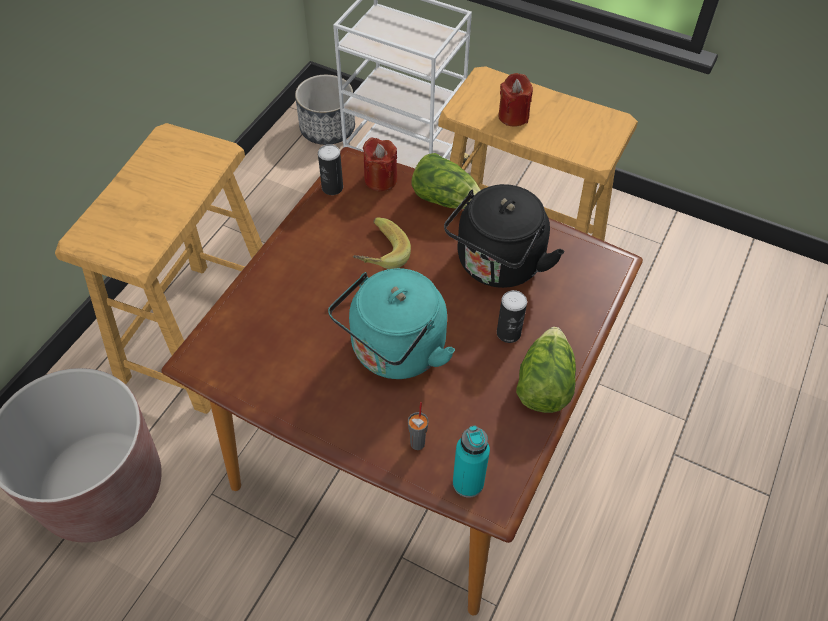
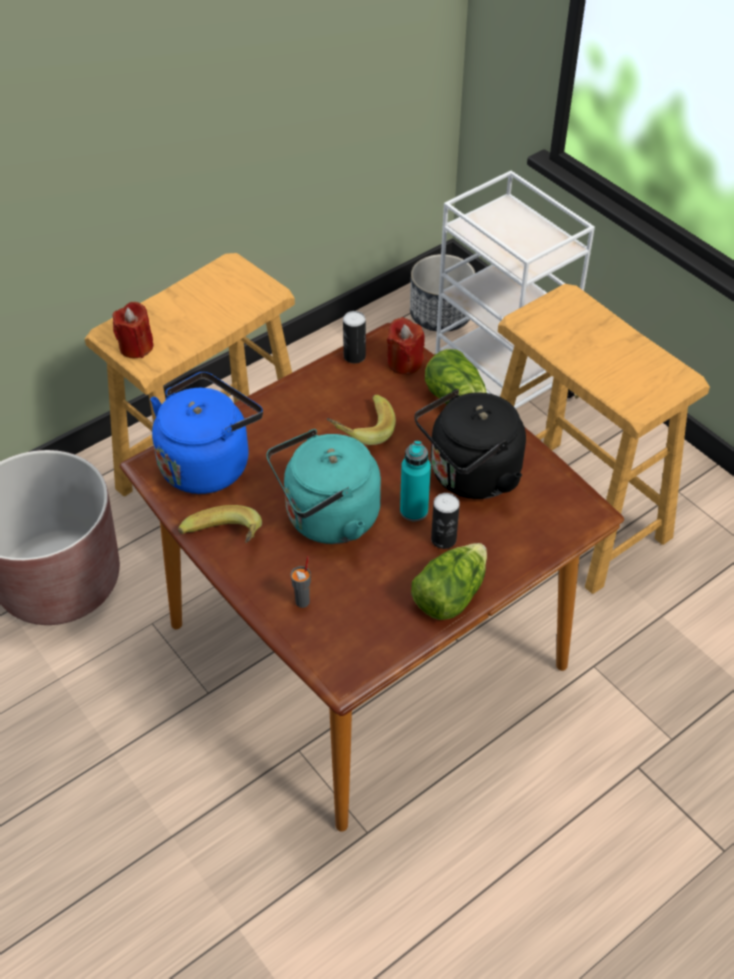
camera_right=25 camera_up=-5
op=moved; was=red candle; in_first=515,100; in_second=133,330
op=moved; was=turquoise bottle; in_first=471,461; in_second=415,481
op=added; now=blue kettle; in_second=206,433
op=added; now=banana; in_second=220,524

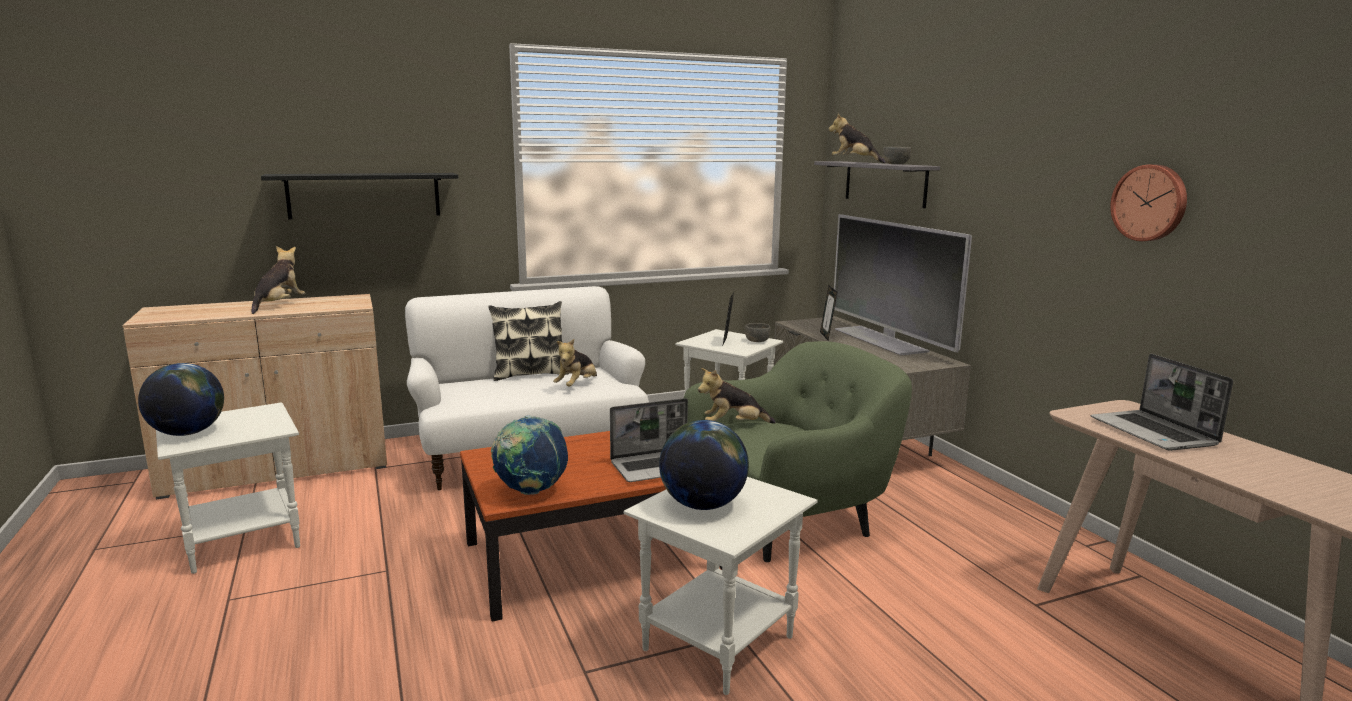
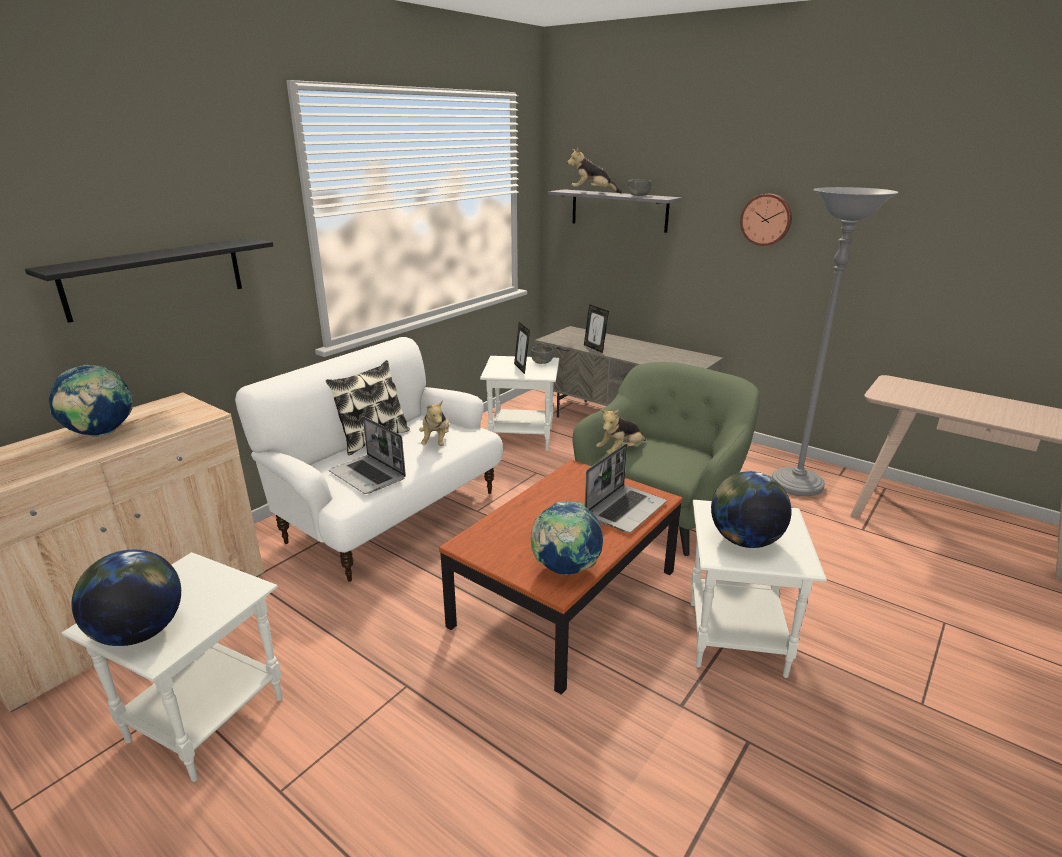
camera_right=-30 camera_up=10
op=moved; was=wall clock; in_first=1148,202; in_second=766,220
op=removed; was=television; in_first=903,284
op=replaced; was=plush toy; now=globe; in_first=278,280; in_second=91,401
op=moved; was=laptop; in_first=1162,402; in_second=367,455
op=added; now=grey floor lamp; in_second=835,341

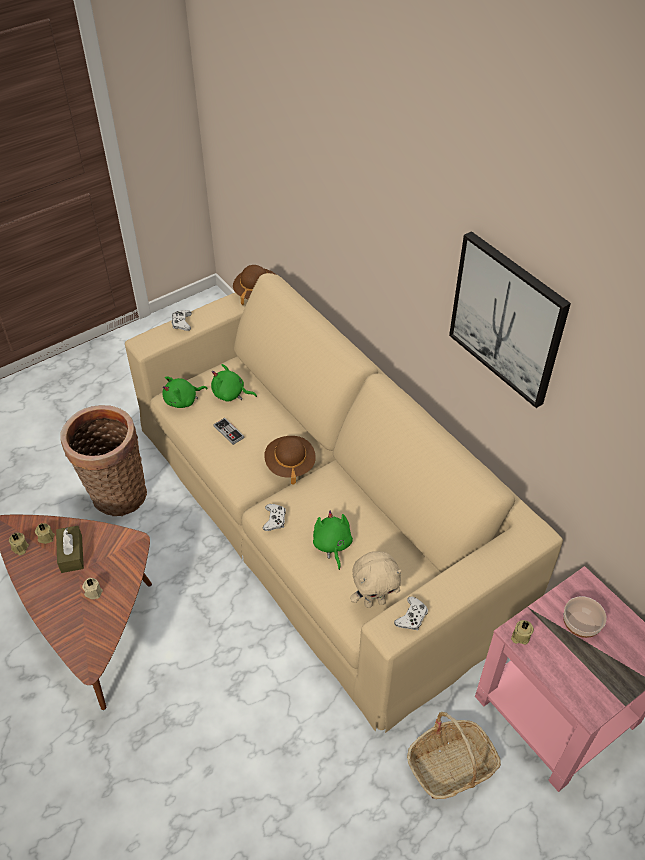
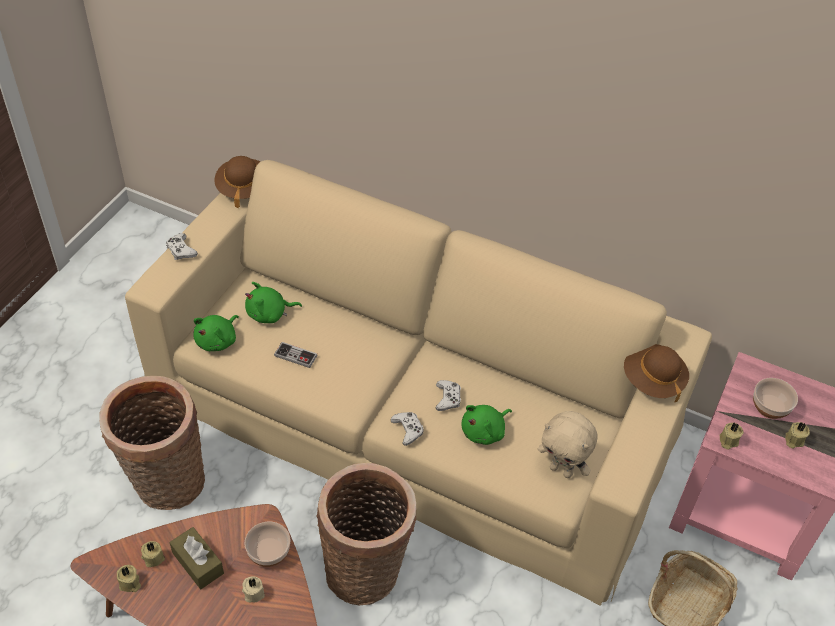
camera_right=-30 camera_up=0
op=removed; was=picture; in_first=510,319
op=moved; was=brown hat; in_first=290,460; in_second=656,373
op=turned; was=green plush toy; in_first=333,540; in_second=486,425; clockwise=-90
op=turned; was=beige plush toy; in_first=376,579; in_second=568,444; clockwise=75
op=moved; was=white game controller; in_first=411,613; in_second=448,395
op=added; now=beige candle; in_second=797,435
op=added; now=basket; in_second=366,534
op=added; now=bowl; in_second=267,544

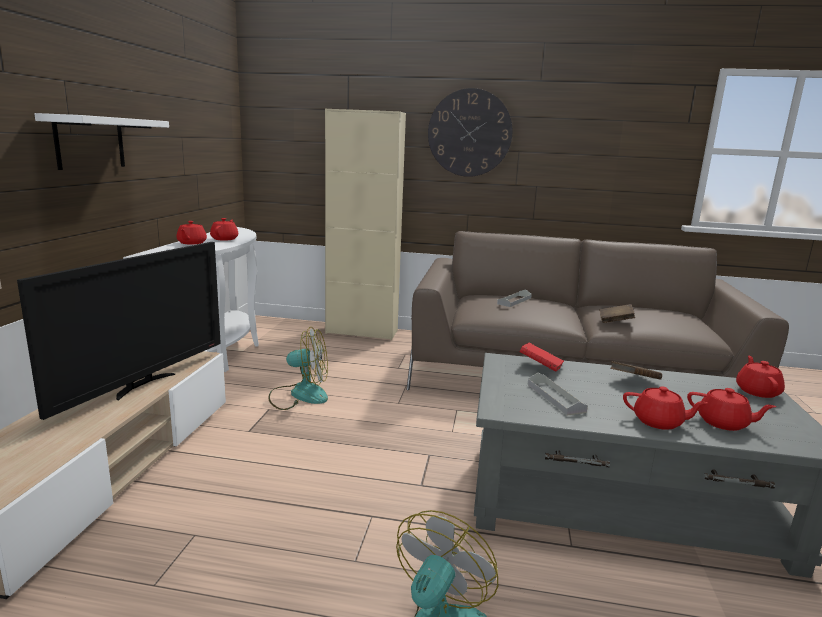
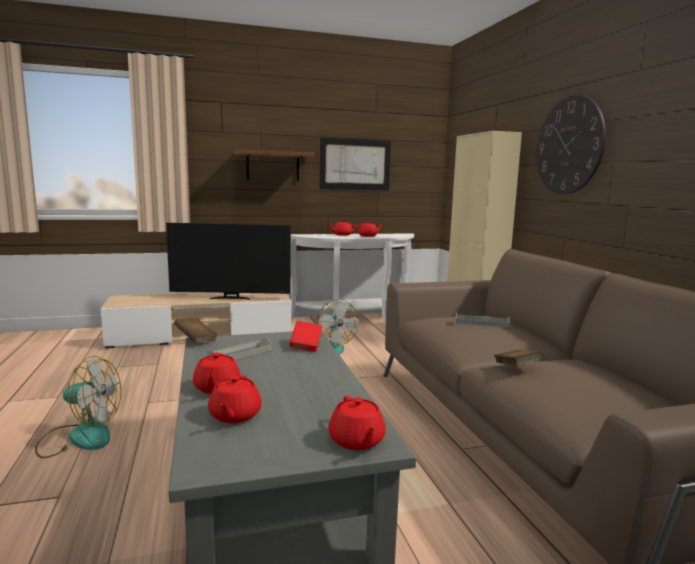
camera_right=65 camera_up=-5
op=recoloured; was=white shelf; now=brown shelf; in_first=101,141; in_second=274,165
op=turned; was=red teapot; in_first=760,376; in_second=357,423; clockwise=90
op=moved; was=brown book; in_first=636,370; in_second=196,330
op=added; now=picture; in_second=355,163

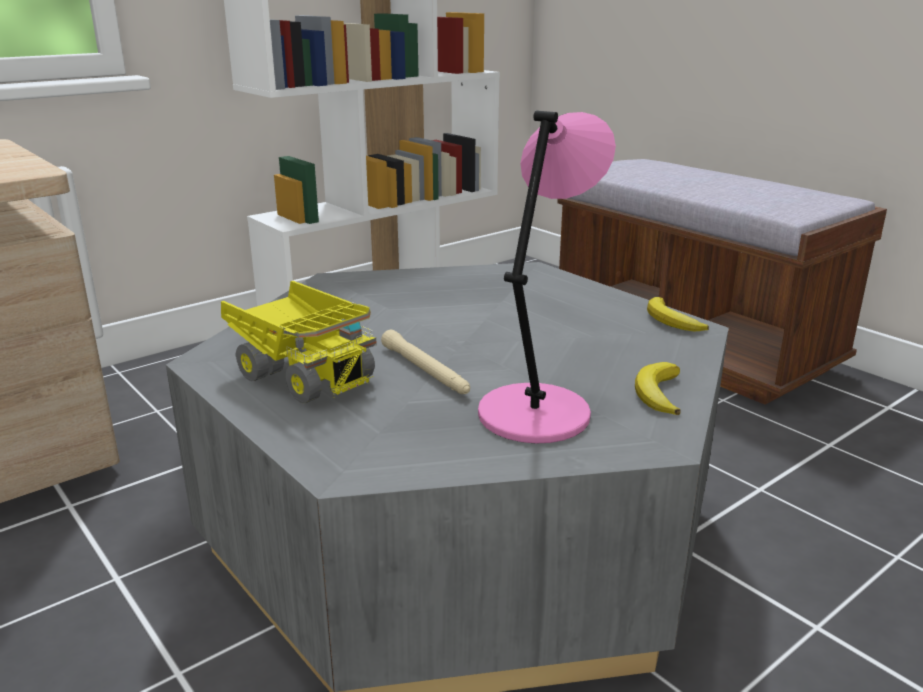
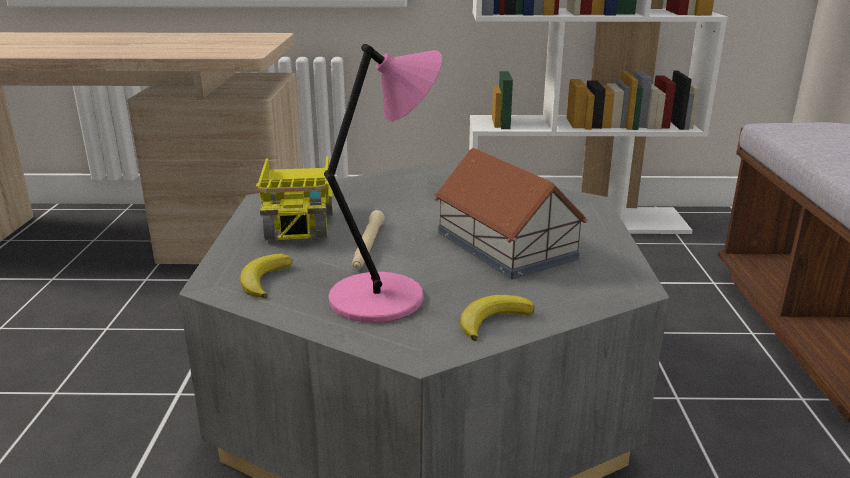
camera_right=40 camera_up=0
op=moved; was=banana; in_first=678,314; in_second=266,276
op=added; now=toy house; in_second=511,213

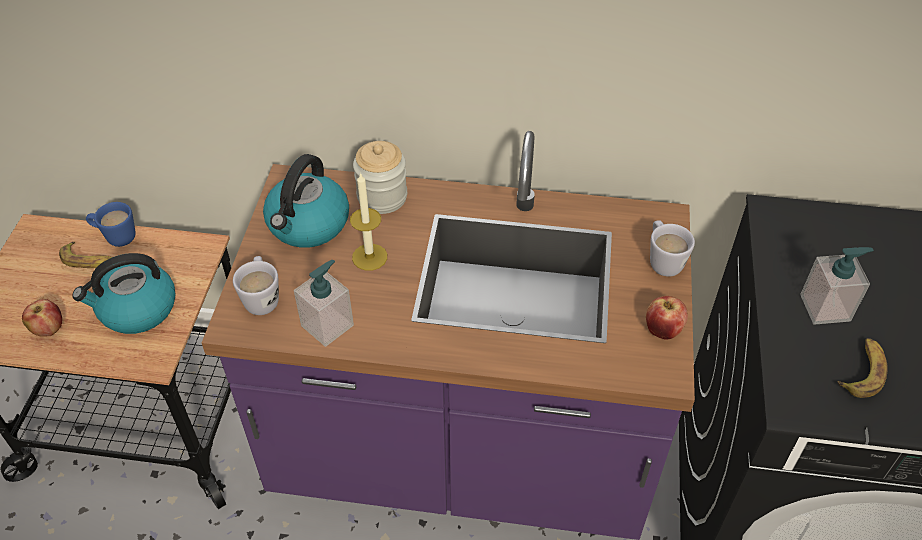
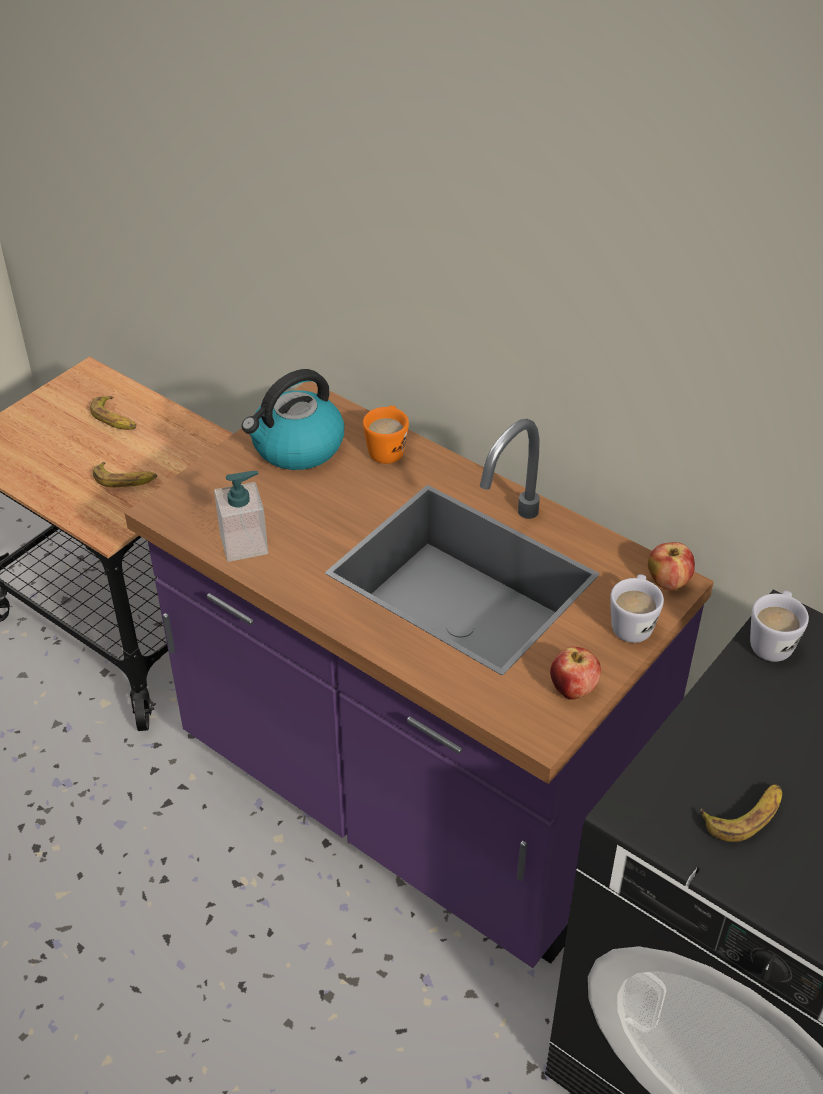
camera_right=30 camera_up=-5
op=replaced; was=jar; now=orange mug; in_first=380,177; in_second=386,435
op=removed; was=candle; in_first=368,221
op=removed; was=blue mug; in_first=110,224
op=removed; was=soap dispenser; in_first=837,286
op=replaced; was=kettle; now=banana; in_first=123,293; in_second=125,474
op=moved; was=white mug; in_first=256,285; in_second=779,626
op=moved; was=apple; in_first=42,318; in_second=671,566

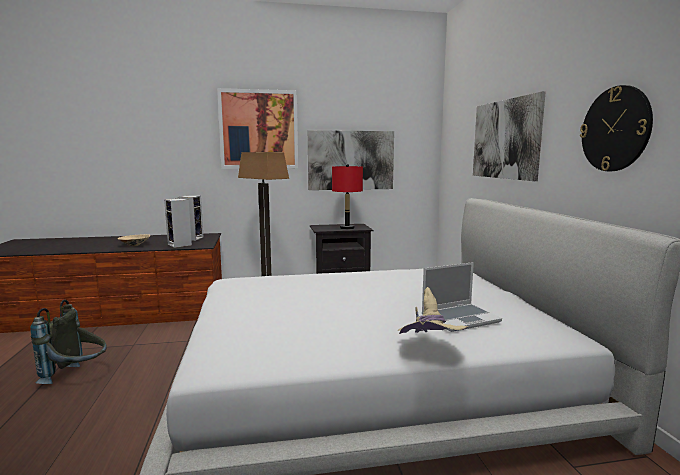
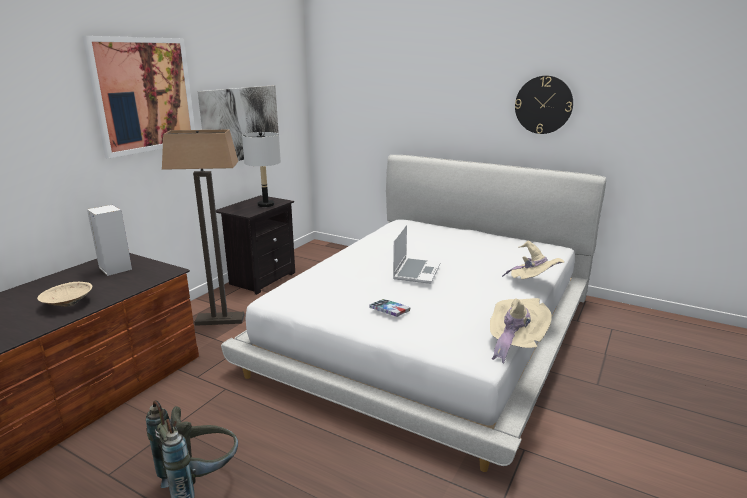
camera_right=-50 camera_up=10
op=removed; was=picture; in_first=509,136
op=recoloured; was=red table lamp; now=grey table lamp; in_first=347,196; in_second=261,169
op=removed; was=speaker; in_first=178,223
op=moved; was=laptop; in_first=461,297; in_second=417,254
op=added; now=beige hat; in_second=521,330
op=added; now=book; in_second=389,308

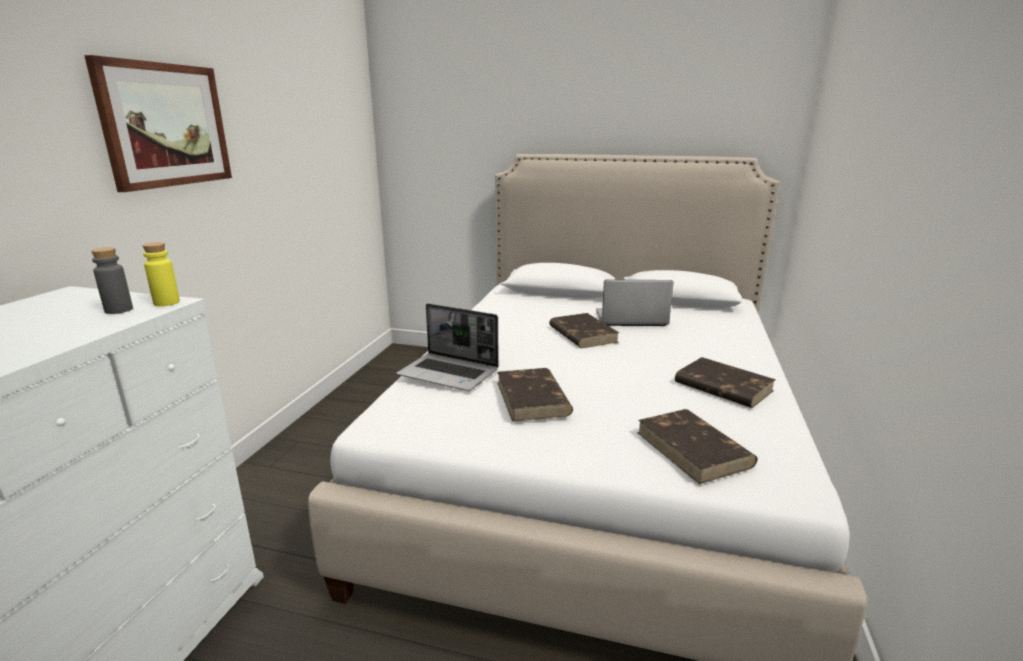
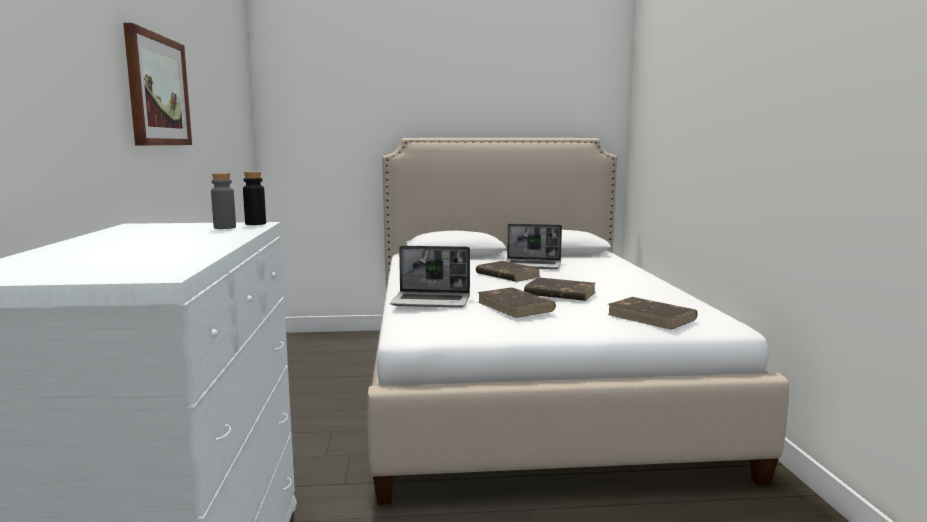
camera_right=-20 camera_up=-10
op=recoloured; was=yellow bottle; now=black bottle; in_first=161,274; in_second=254,198
op=turned; was=laptop; in_first=634,303; in_second=534,246; clockwise=-150
op=moved; was=brown book; in_first=725,382; in_second=560,289

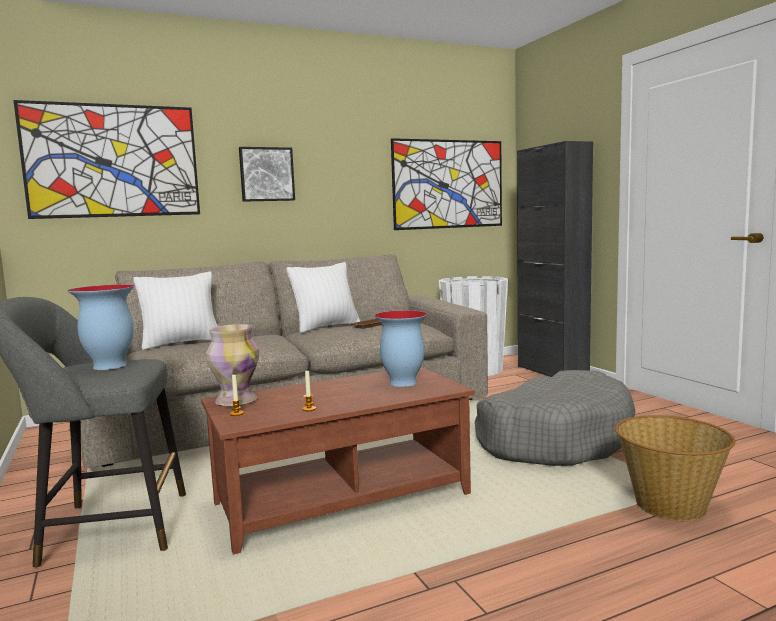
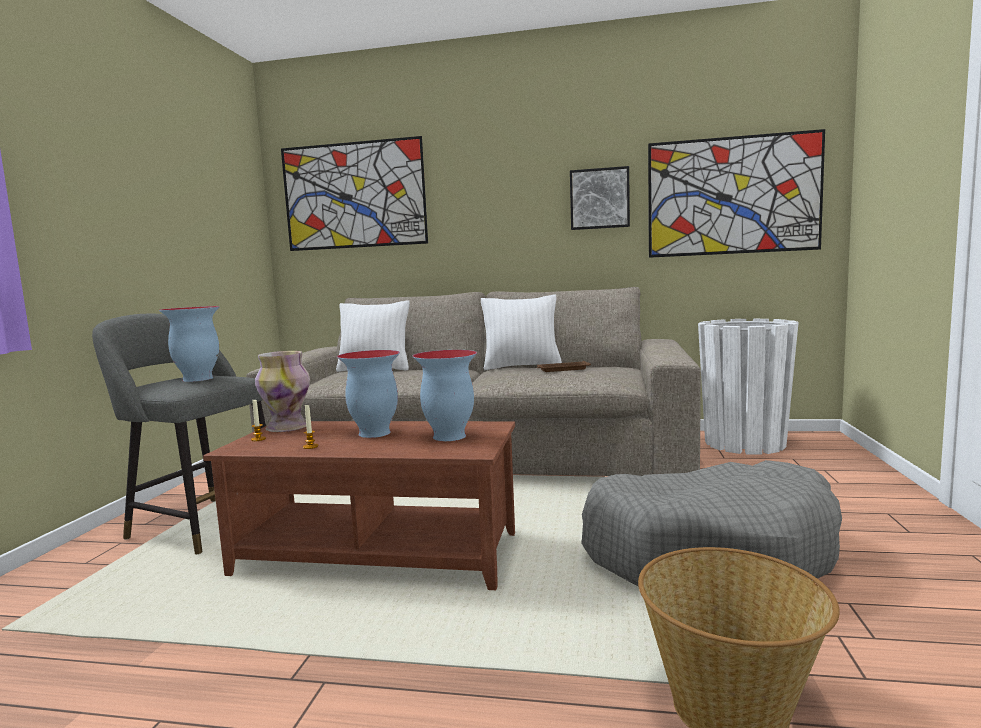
camera_right=35 camera_up=0
op=removed; was=black cabinet; in_first=555,259
op=moved; was=picture; in_first=267,174; in_second=600,198
op=added; now=vase; in_second=368,394

